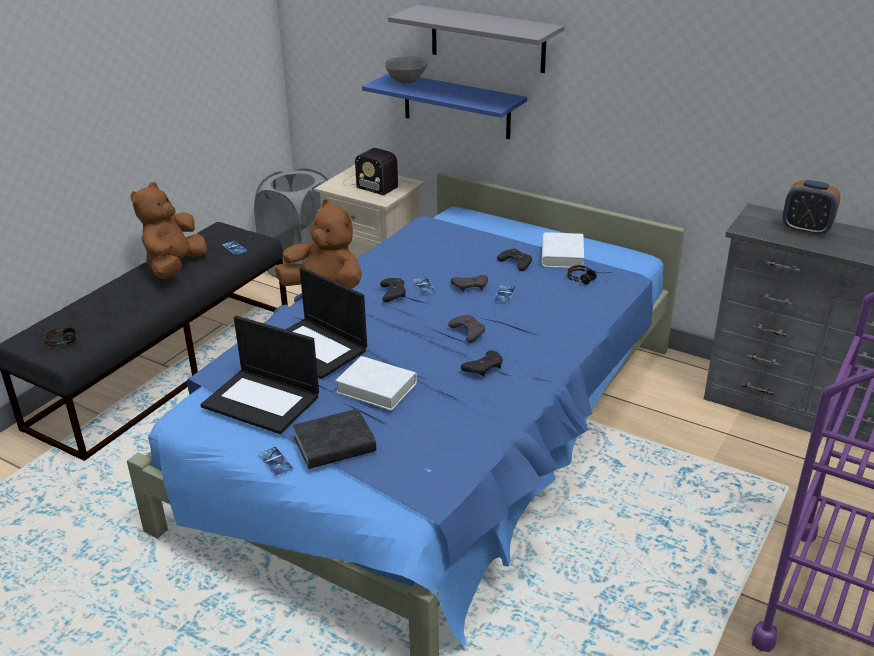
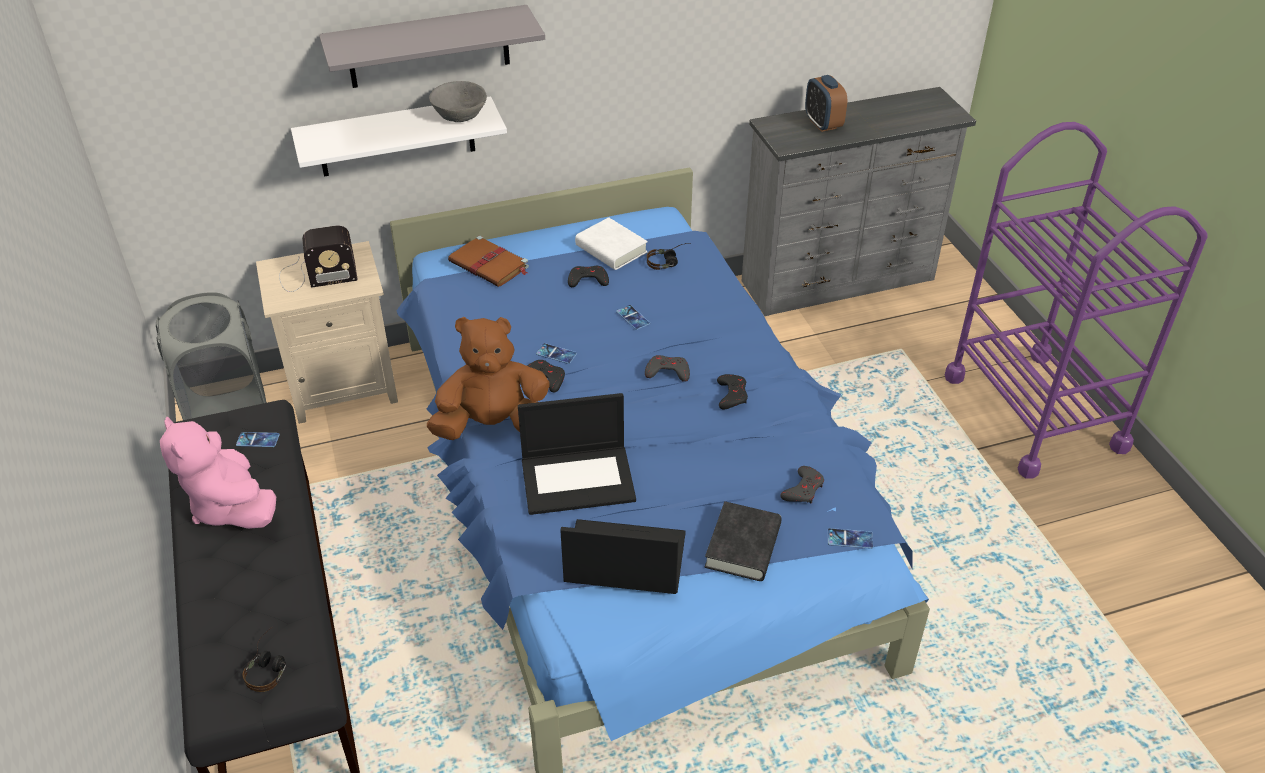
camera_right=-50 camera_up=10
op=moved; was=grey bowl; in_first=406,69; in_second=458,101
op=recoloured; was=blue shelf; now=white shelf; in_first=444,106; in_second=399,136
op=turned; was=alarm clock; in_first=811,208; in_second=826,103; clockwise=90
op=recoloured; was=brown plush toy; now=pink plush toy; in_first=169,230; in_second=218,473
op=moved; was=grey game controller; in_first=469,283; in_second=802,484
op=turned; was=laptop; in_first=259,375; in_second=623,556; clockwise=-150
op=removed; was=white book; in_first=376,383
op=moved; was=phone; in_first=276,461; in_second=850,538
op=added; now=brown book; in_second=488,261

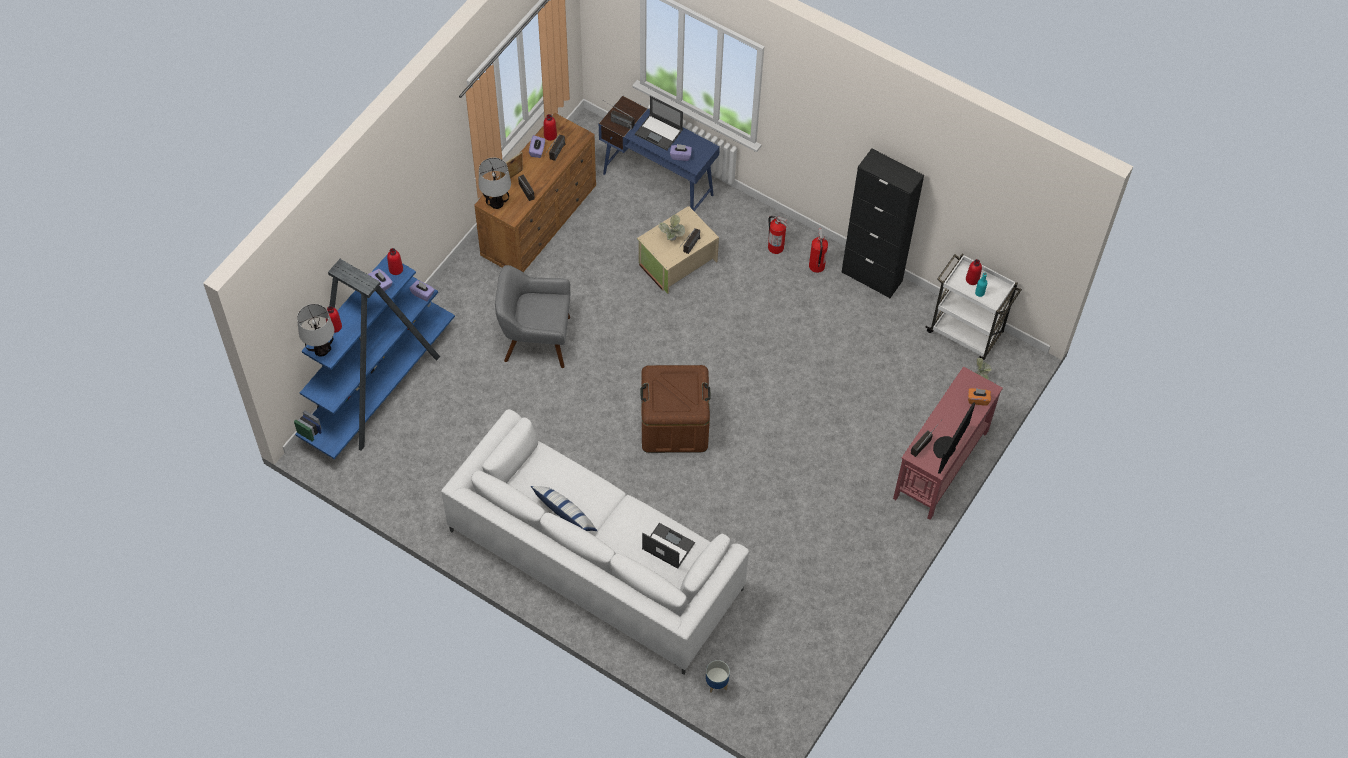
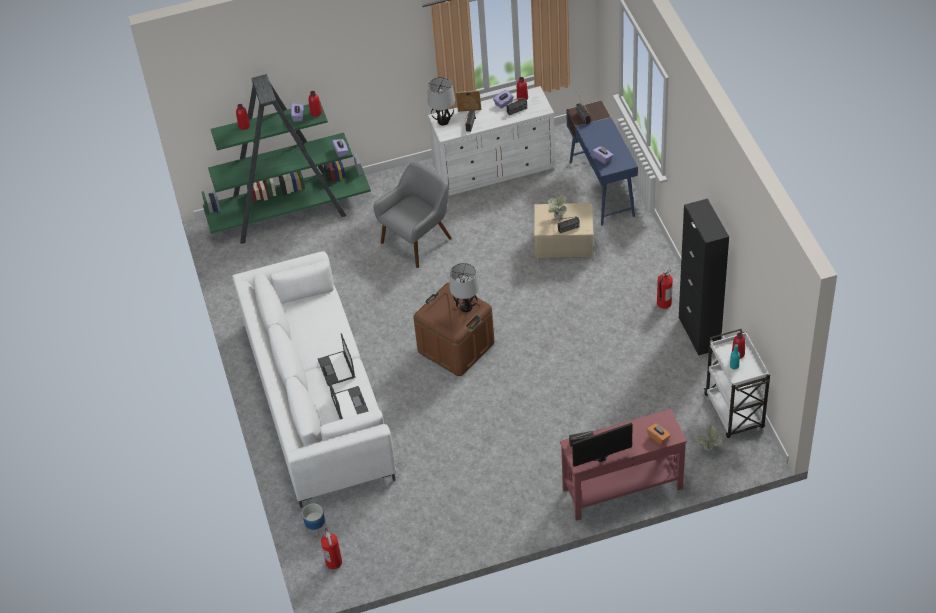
camera_right=45 camera_up=-10
op=moved; was=laptop; in_first=659,123; in_second=336,359
op=recoloured; was=brown dresser; now=white dresser; in_first=535,192; in_second=492,141
op=moved; was=fire extinguisher; in_first=778,235; in_second=331,548
op=recoloured; was=blue bookcase; now=green bookcase; in_first=374,357; in_second=286,159
op=turned; was=grey armchair; in_first=532,316; in_second=413,215; clockwise=90
op=moved; was=table lamp; in_first=315,330; in_second=464,287
op=removed; was=pillow; in_first=564,508

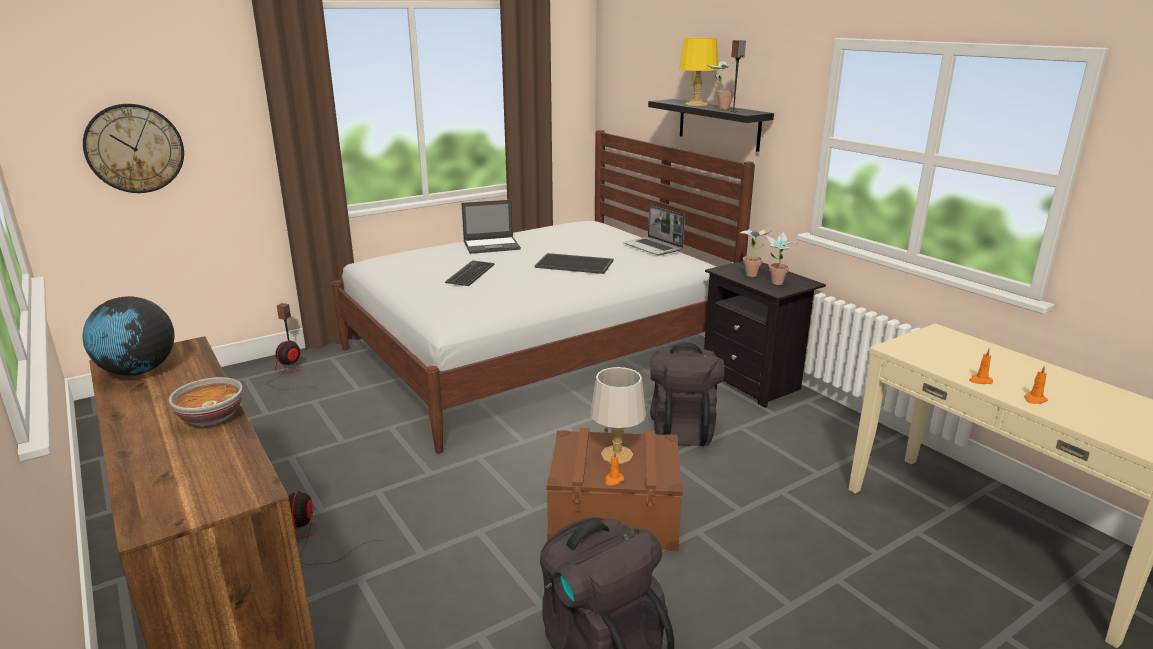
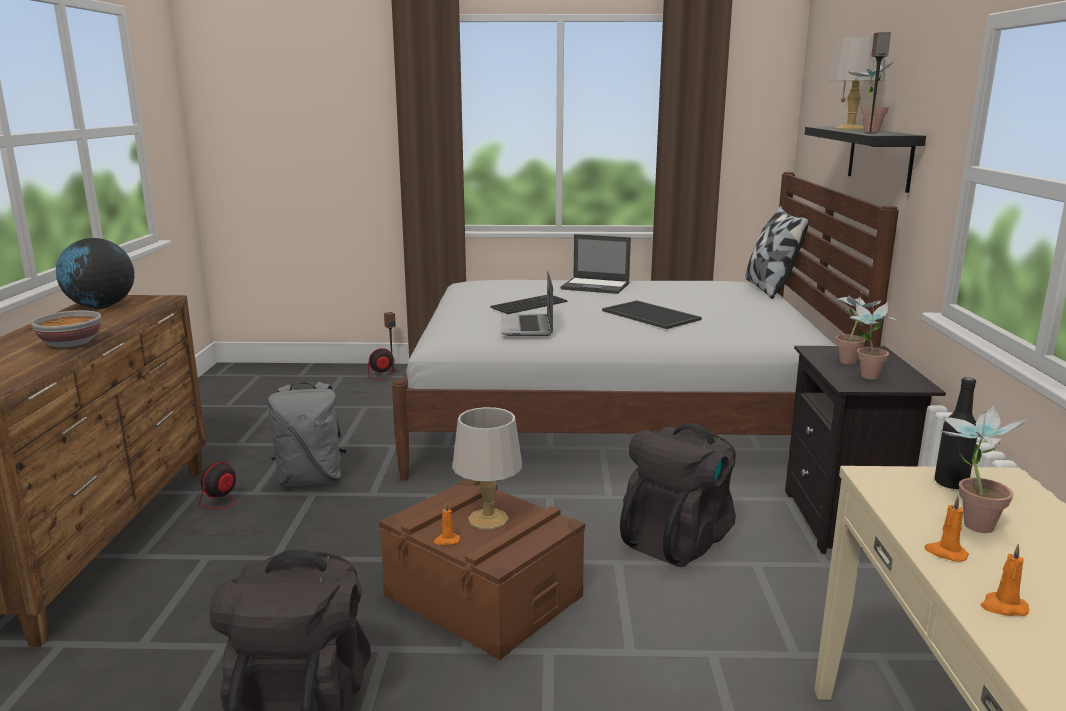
camera_right=35 camera_up=-5
op=recoloured; was=yellow table lamp; now=grey table lamp; in_first=699,72; in_second=856,83
op=removed; was=wall clock; in_first=133,148
op=moved; was=laptop; in_first=654,230; in_second=527,303
op=added; now=pillow; in_second=778,252
op=added; now=black bottle; in_second=955,433
op=added; now=grey backpack; in_second=307,434
op=added; now=potted plant; in_second=983,469

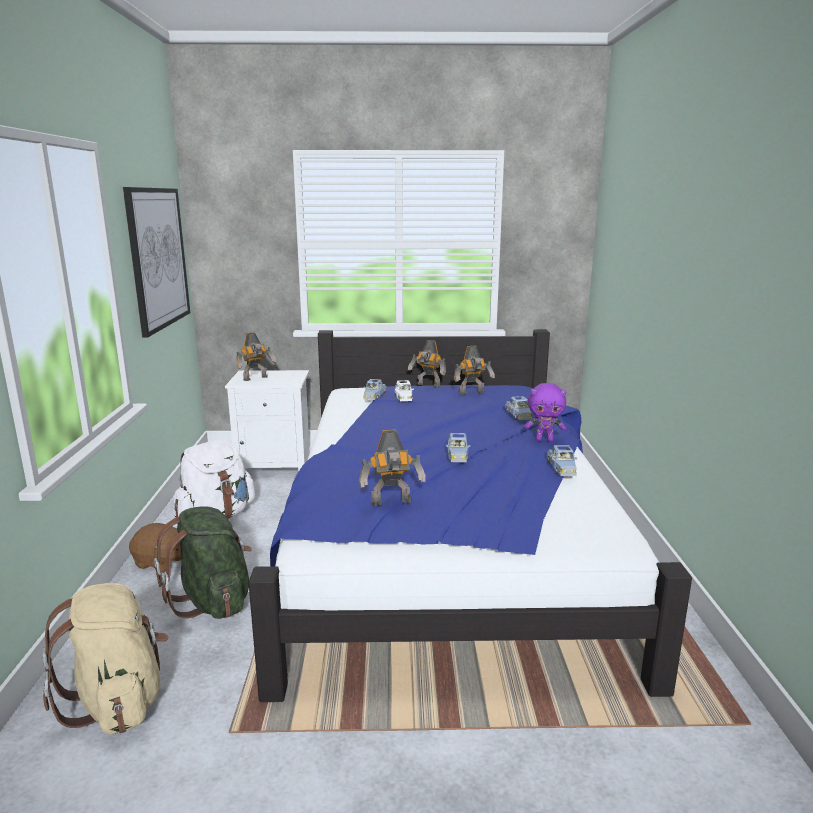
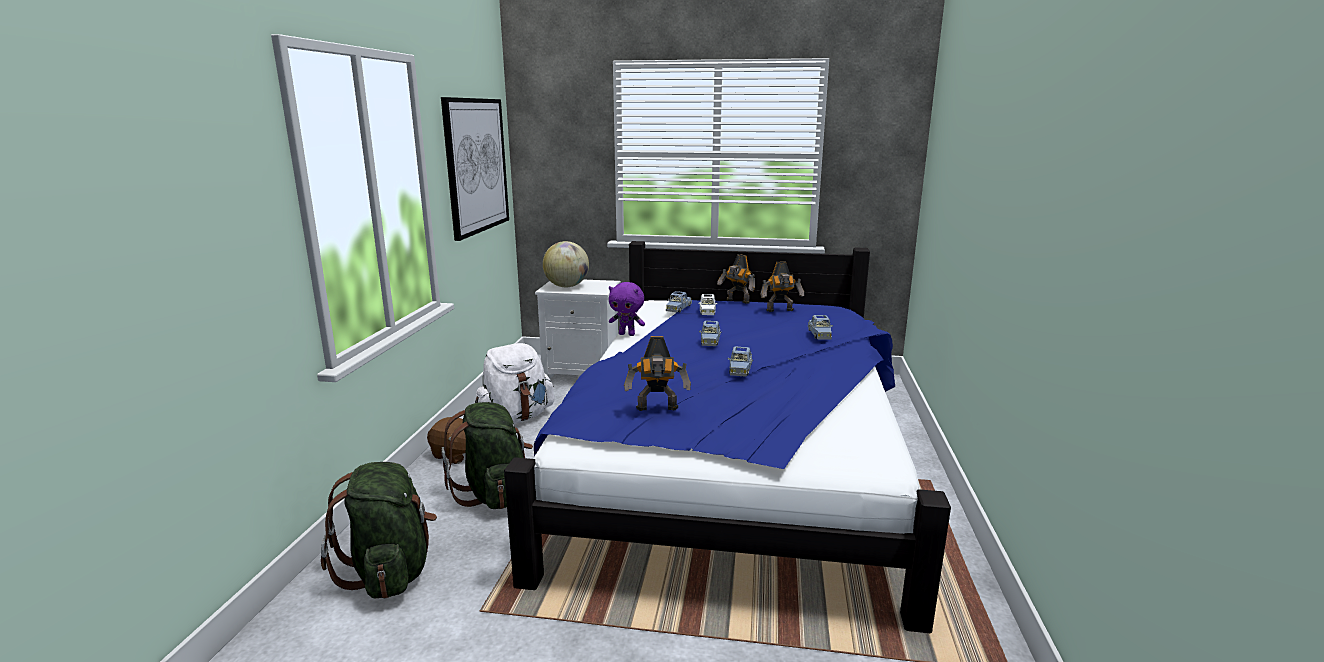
camera_right=10 camera_up=0
op=replaced; was=toy robot; now=globe; in_first=256,356; in_second=566,264
op=moved; was=purple plush toy; in_first=545,412; in_second=627,309
op=moved; was=blue toy car; in_first=562,460; in_second=710,333
op=recoloured; was=beige backpack; now=green backpack; in_first=105,659; in_second=379,530

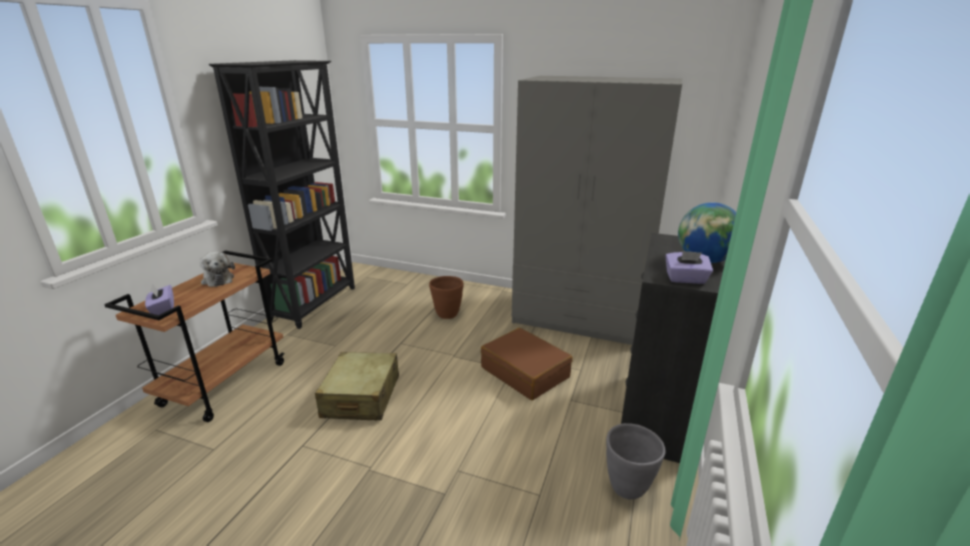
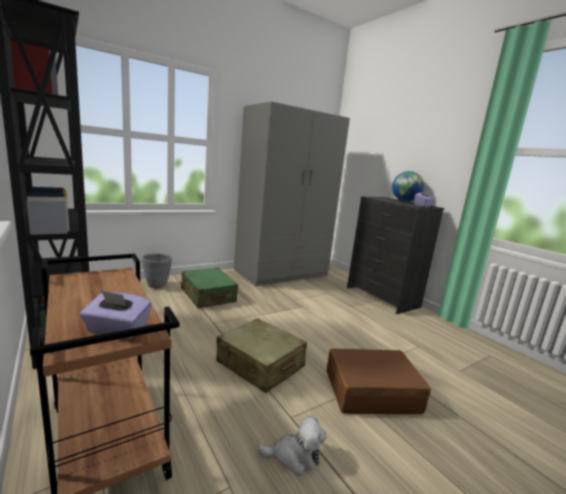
camera_right=-55 camera_up=-10
op=moved; was=plush toy; in_first=217,269; in_second=292,446
op=replaced; was=brown planter; now=green suitcase; in_first=446,297; in_second=209,287
op=moved; was=brown suitcase; in_first=527,364; in_second=379,381
op=moved; was=grey planter; in_first=635,461; in_second=157,270

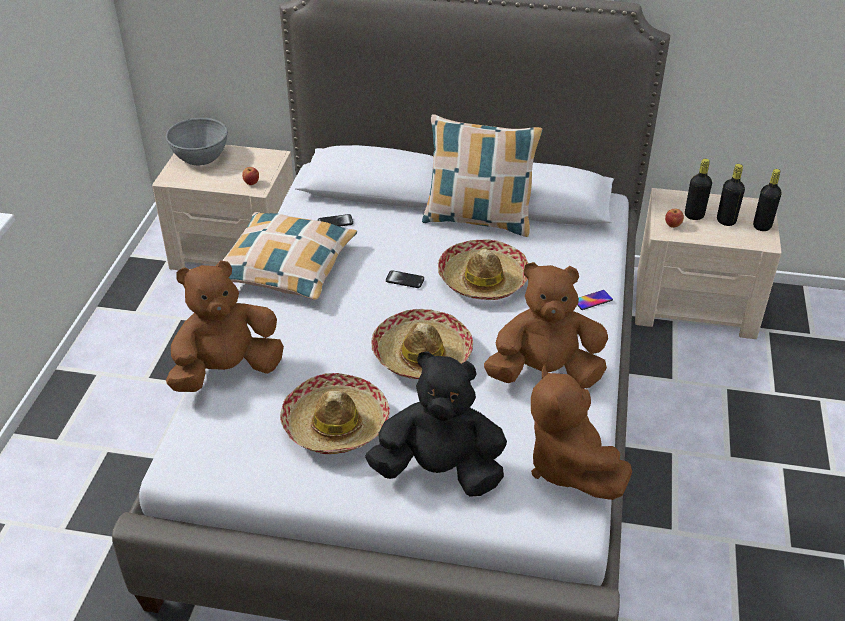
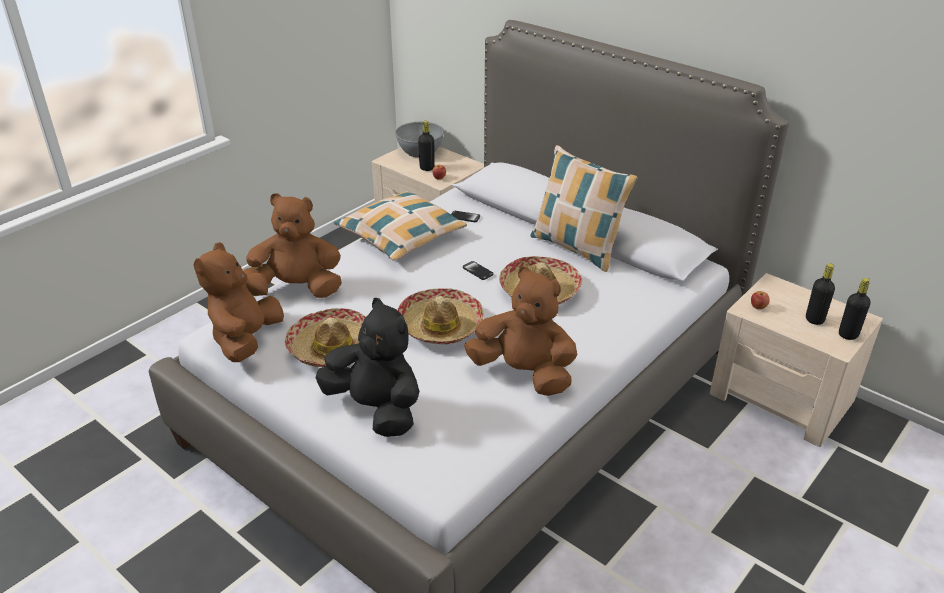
camera_right=30 camera_up=-5
op=moved; was=black bottle; in_first=698,189; in_second=426,146
op=removed; was=phone; in_first=595,300
op=moved; was=brown plush toy; in_first=581,432; in_second=239,302

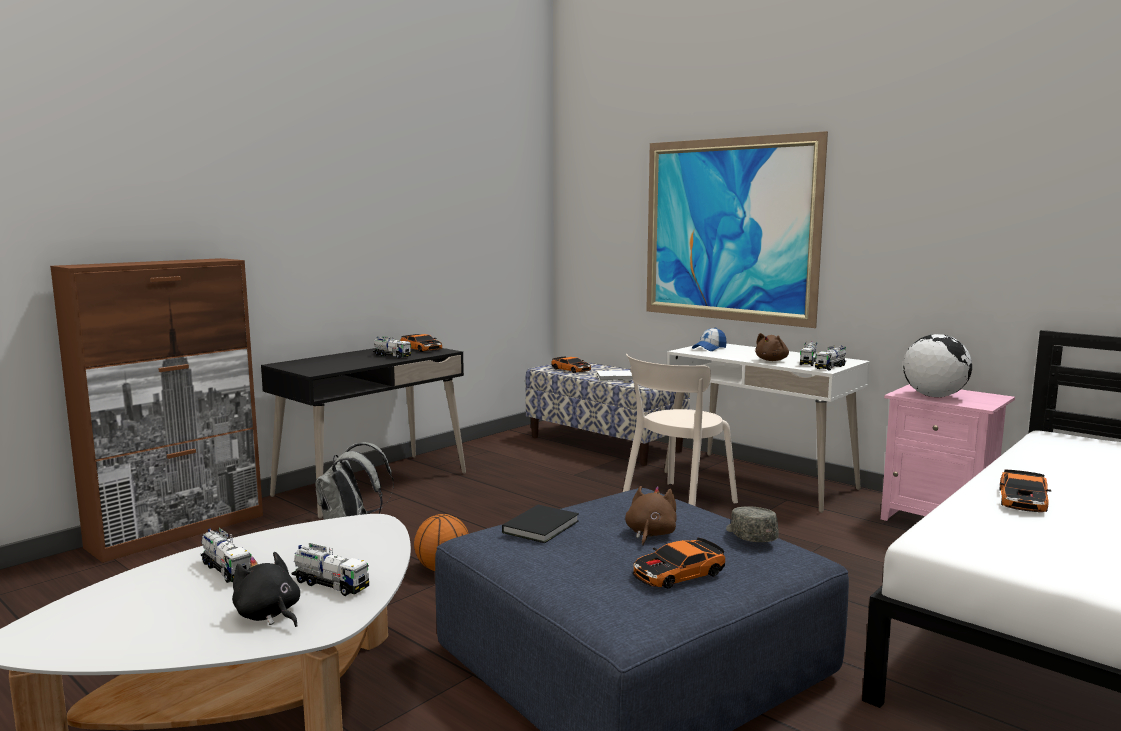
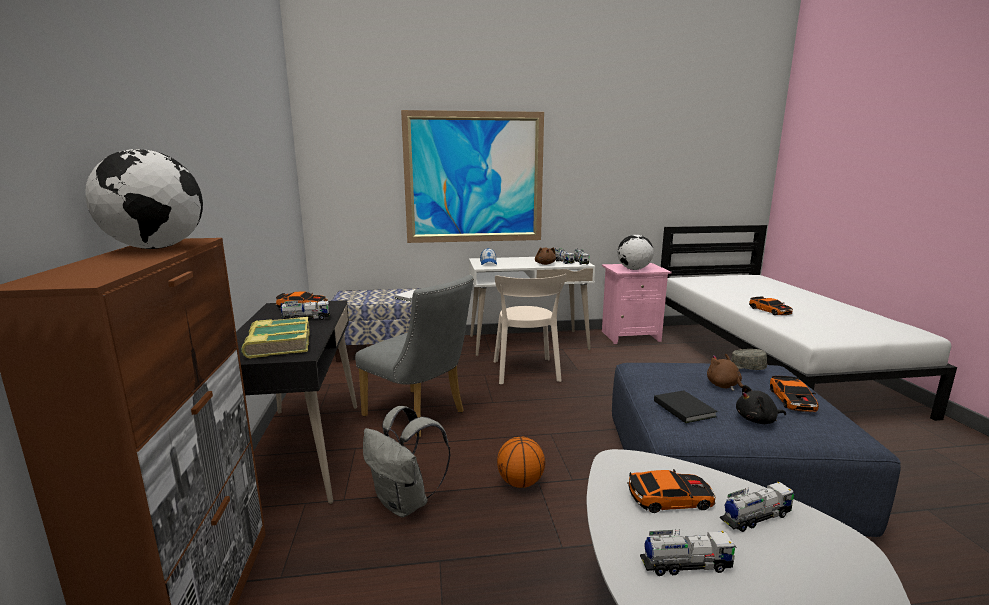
camera_right=-50 camera_up=5
op=moved; was=toy car; in_first=571,365; in_second=671,491
op=moved; was=black plush toy; in_first=266,589; in_second=761,404
op=added; now=globe; in_second=144,199
op=added; now=grey chair; in_second=414,356
op=added; now=book; in_second=275,338

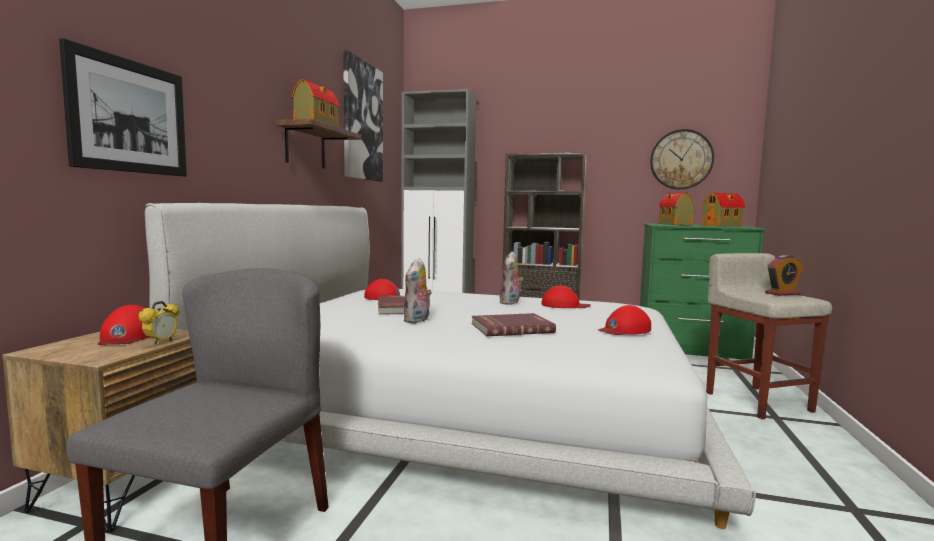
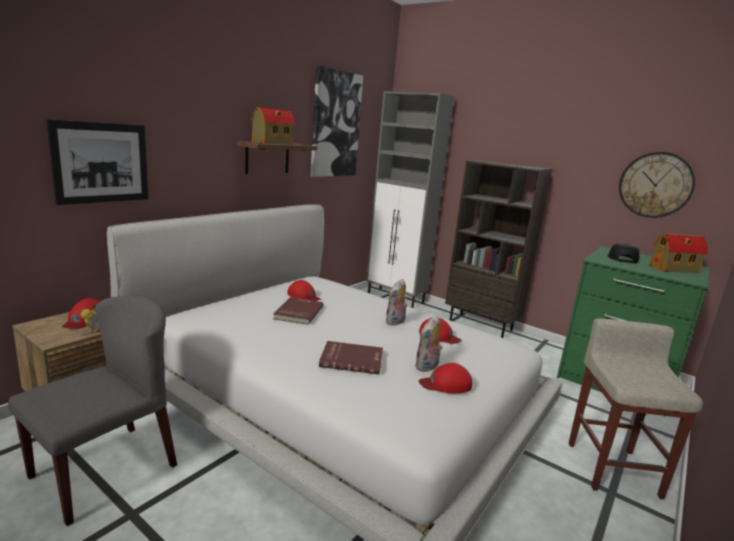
camera_right=20 camera_up=10
op=replaced; was=toy house; now=black cap; in_first=677,208; in_second=623,253
op=removed; was=alarm clock; in_first=784,275
op=moved; was=plush toy; in_first=418,290; in_second=428,343

